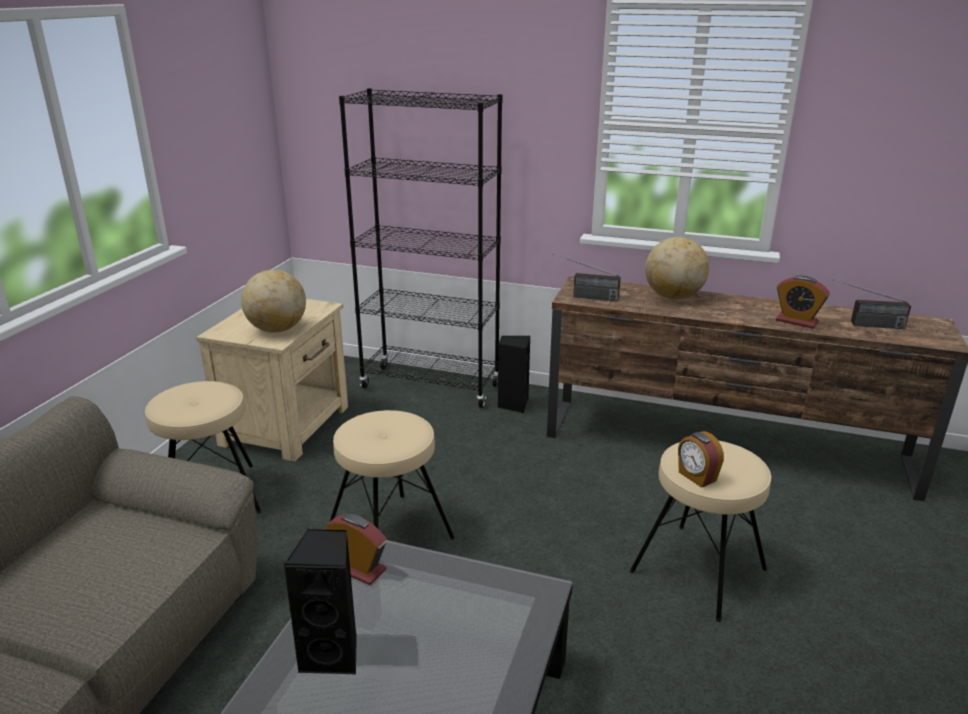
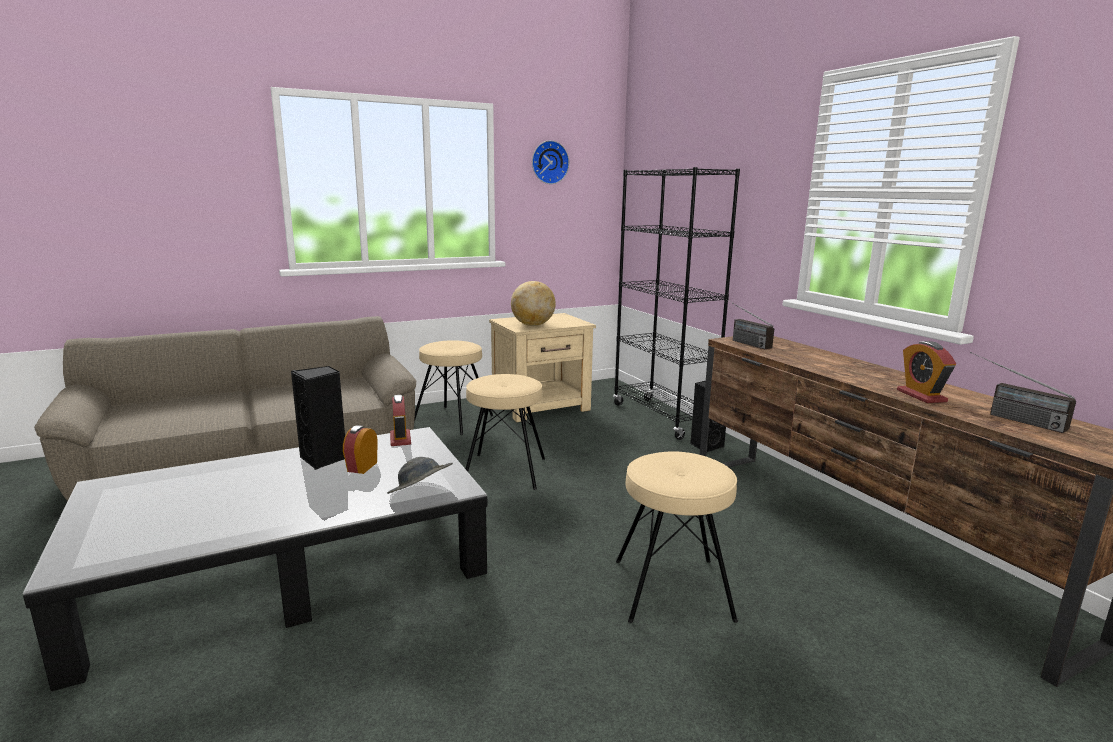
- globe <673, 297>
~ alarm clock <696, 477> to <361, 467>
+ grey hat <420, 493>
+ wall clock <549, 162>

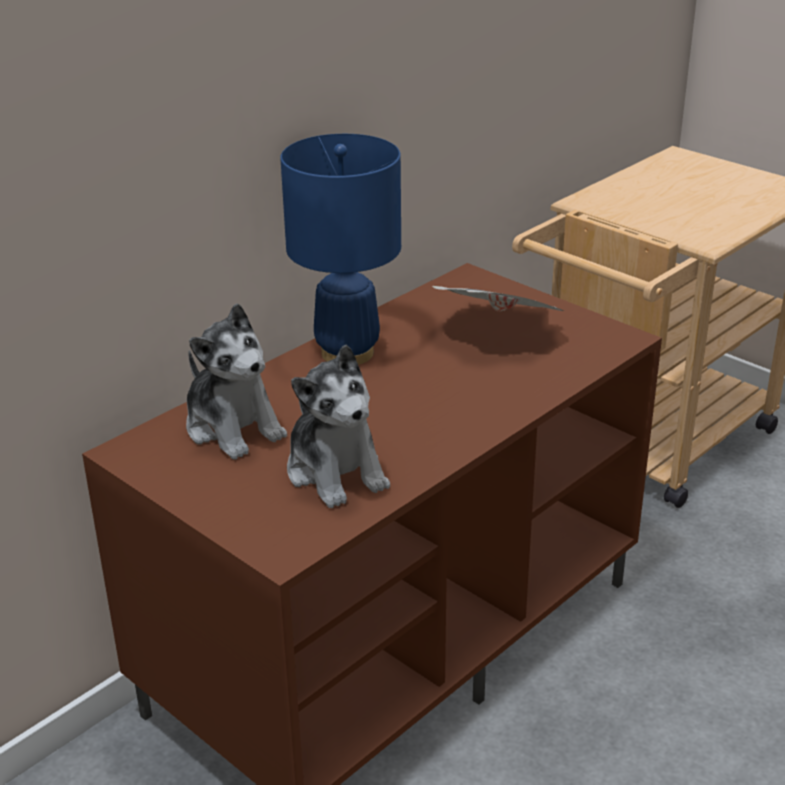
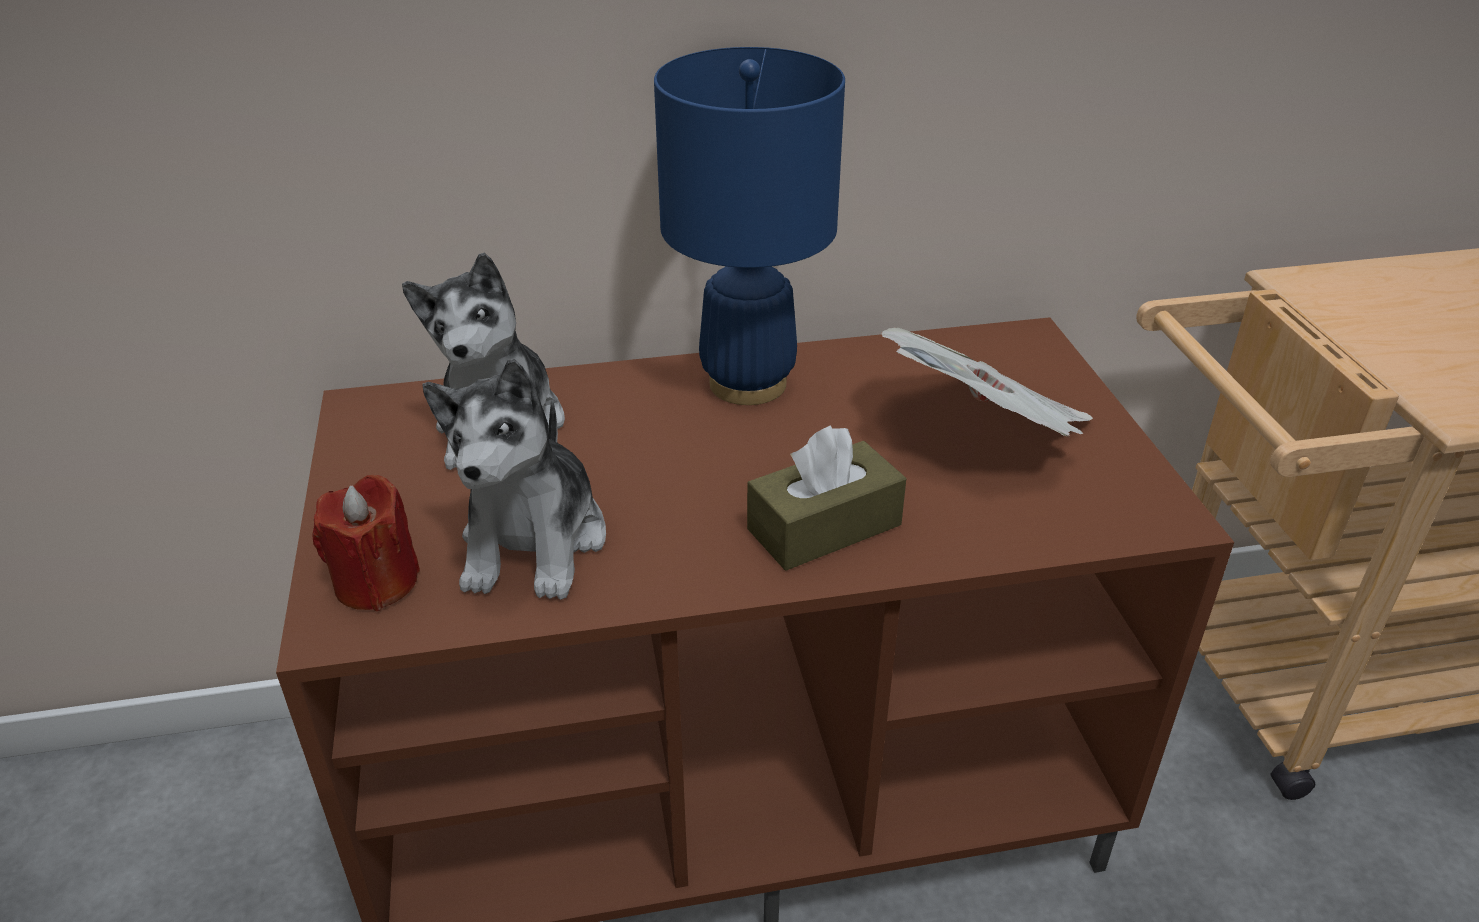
+ red candle <376, 582>
+ brown tissue box <824, 527>

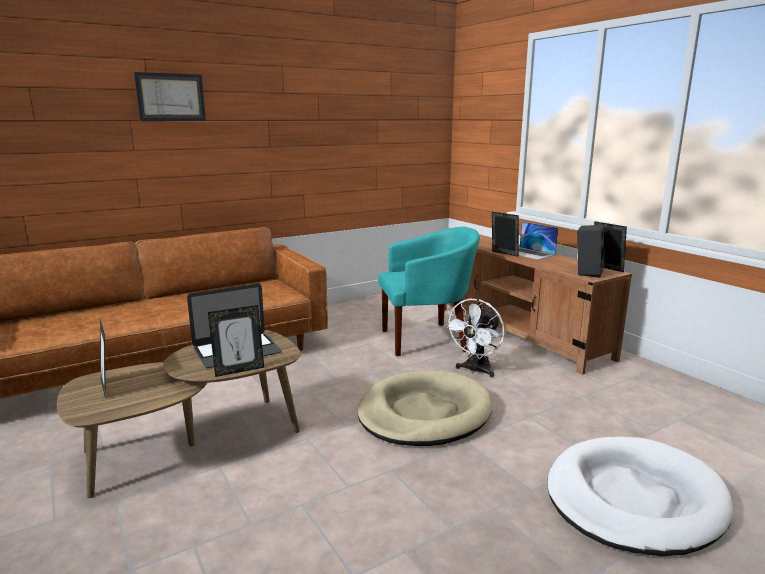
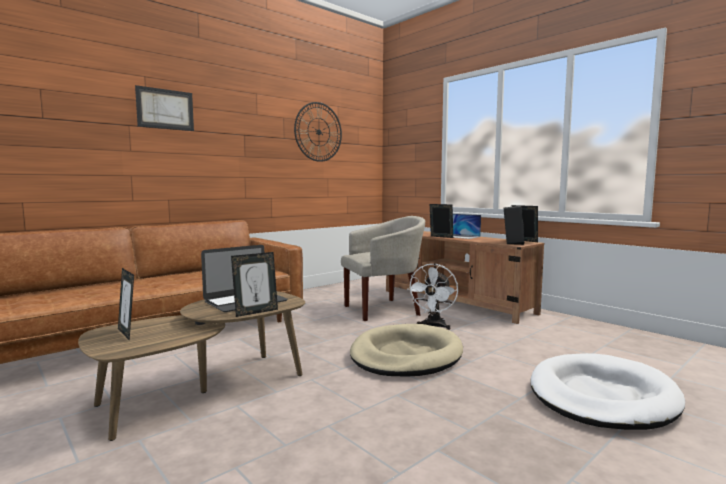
~ turquoise armchair <426, 339> to beige armchair <384, 310>
+ wall clock <318, 132>

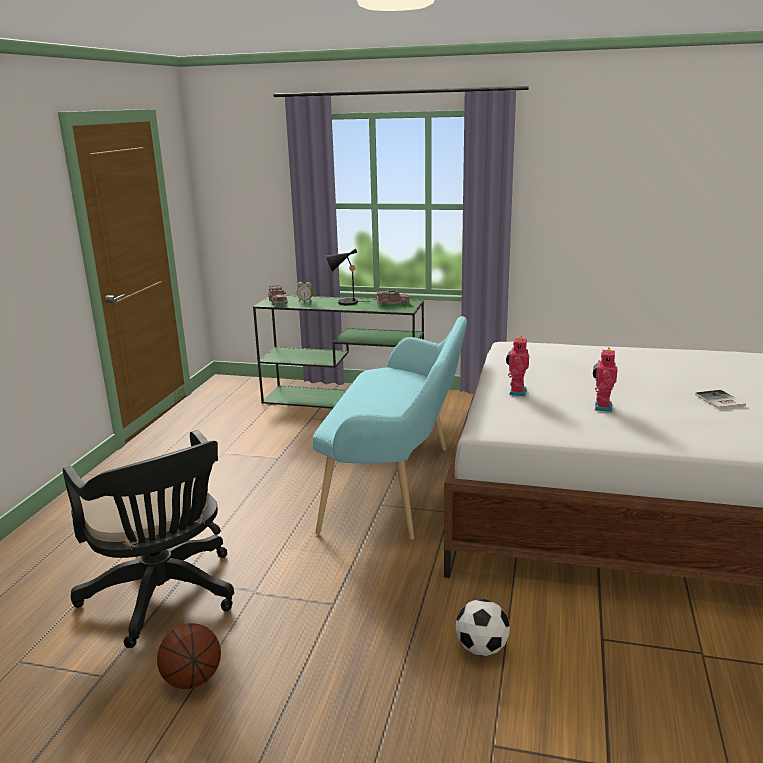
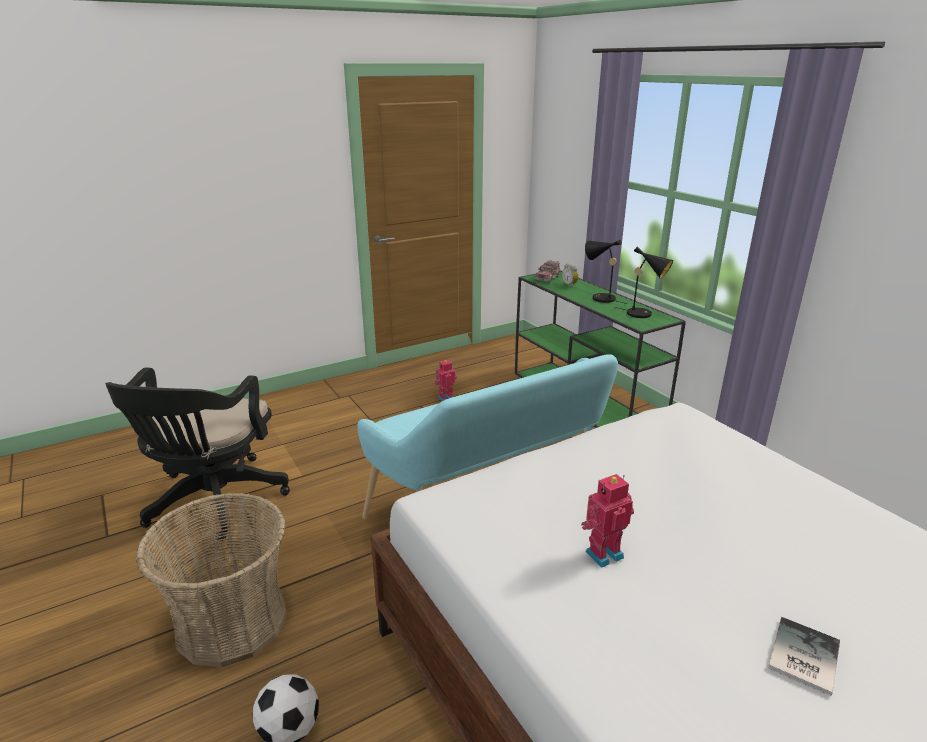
- basketball <192, 679>
~ toy truck <392, 304> to black table lamp <643, 314>
~ toy robot <516, 392> to <445, 398>
+ basket <232, 622>

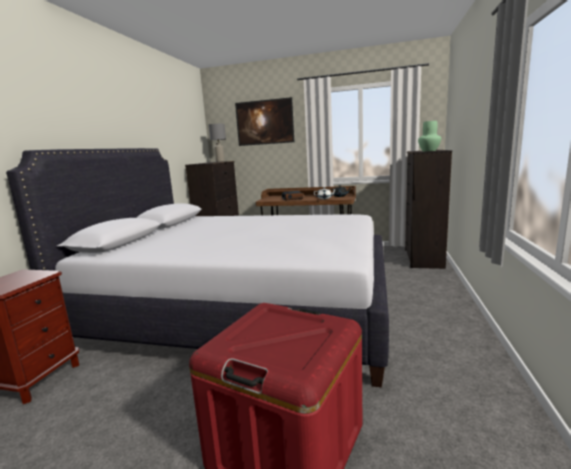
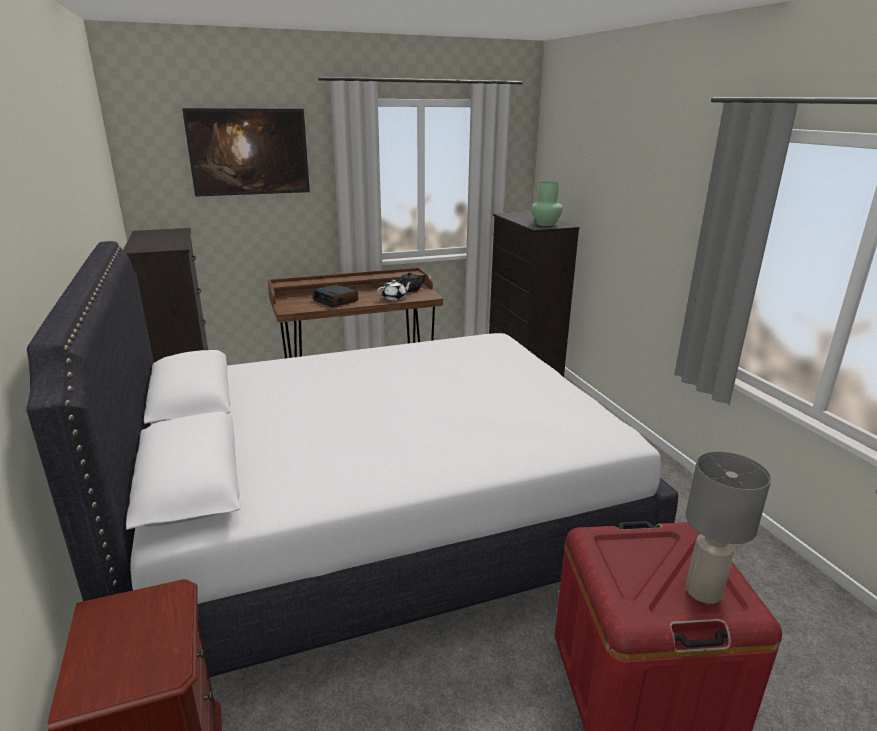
~ grey table lamp <220, 161> to <703, 592>

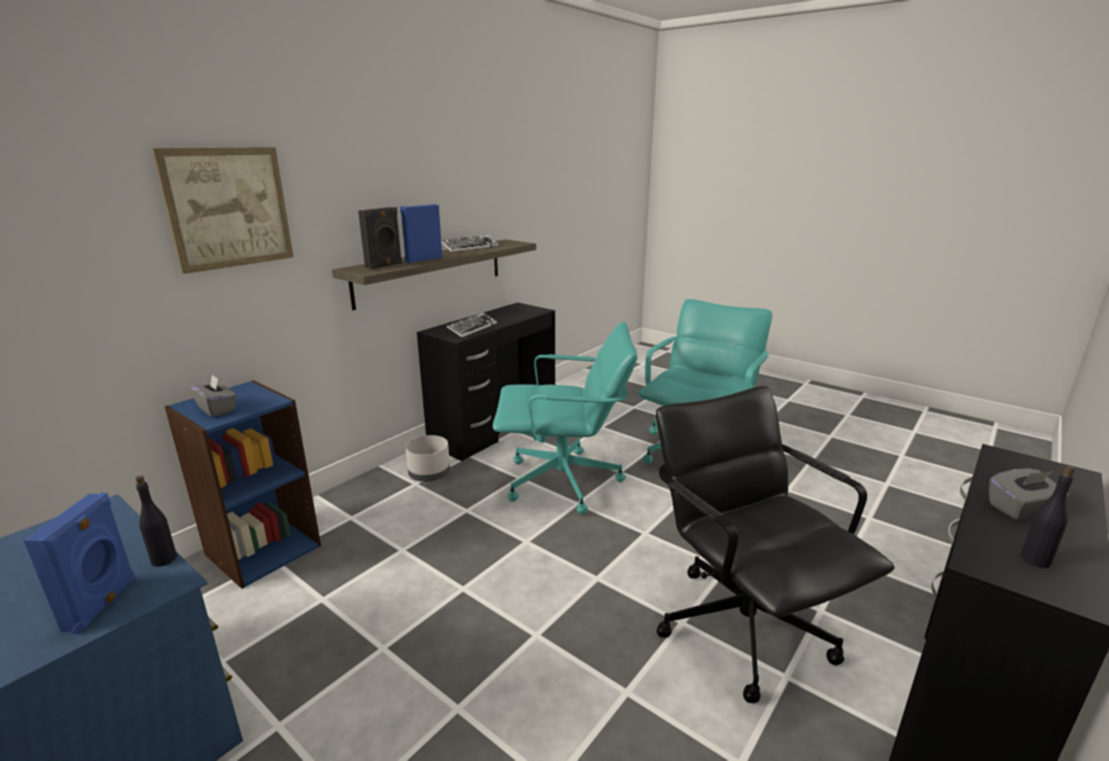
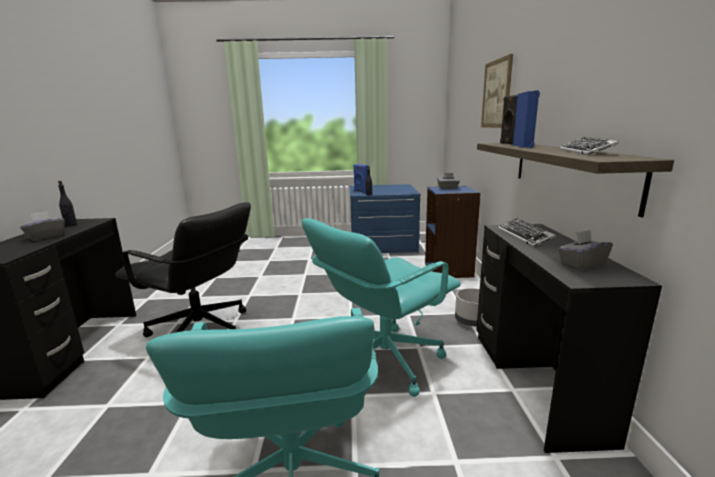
+ grey tissue box <581, 264>

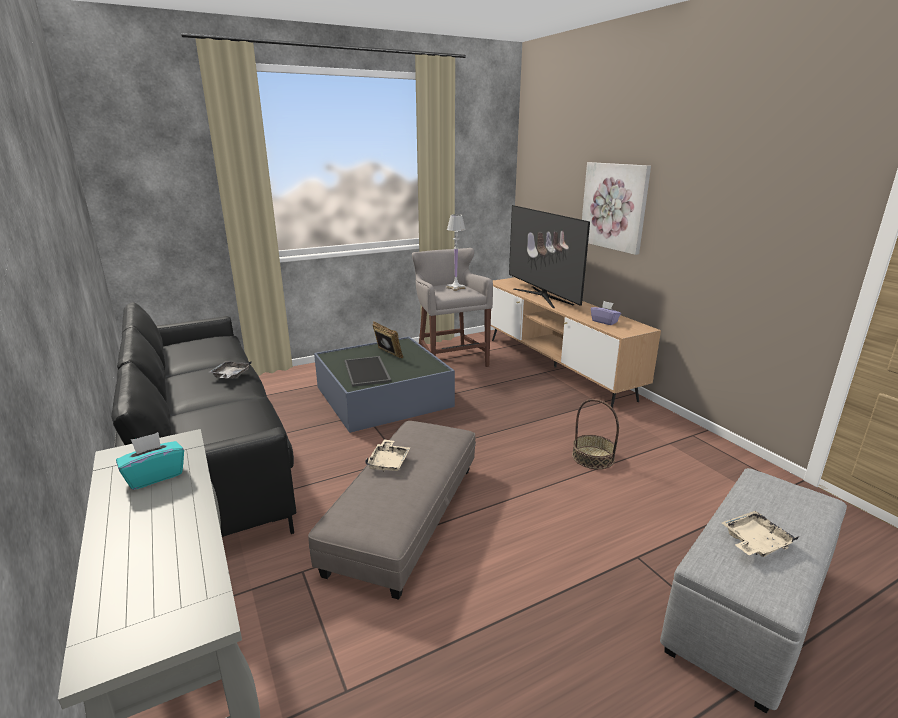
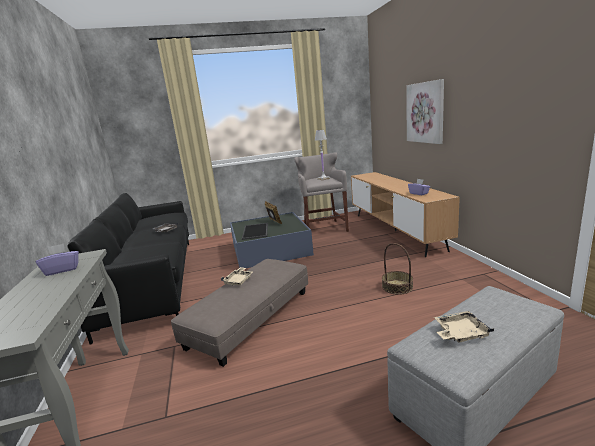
~ turquoise tissue box <155, 476> to purple tissue box <62, 270>
- television <542, 296>

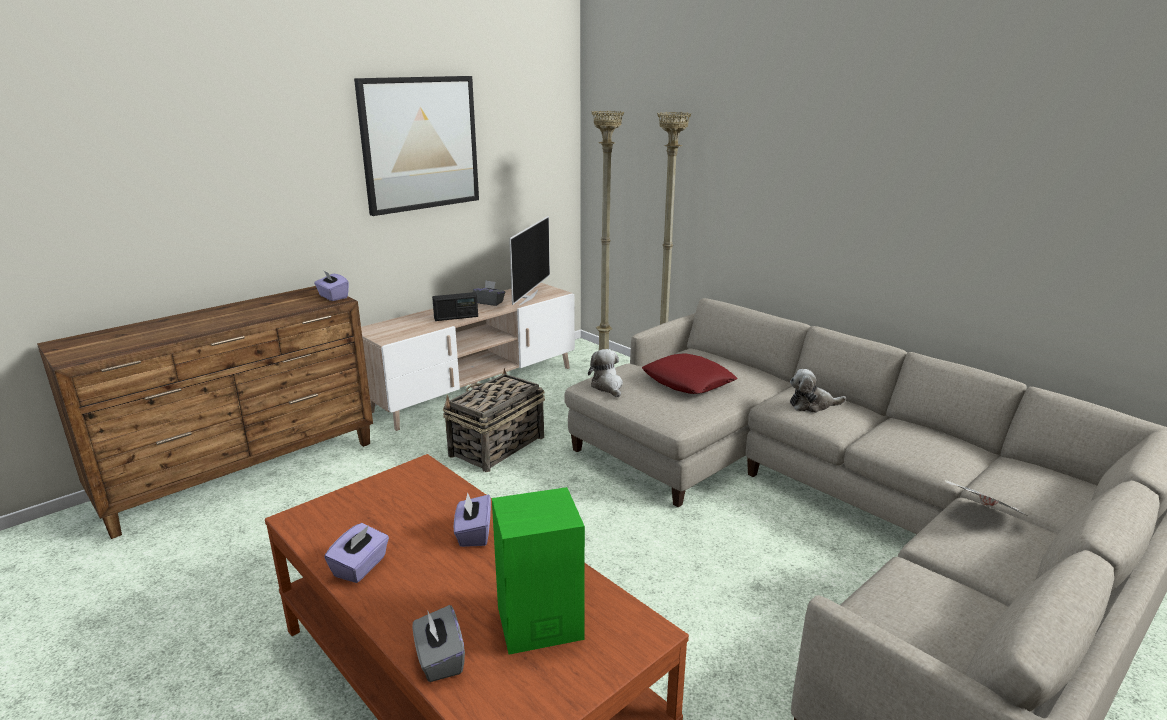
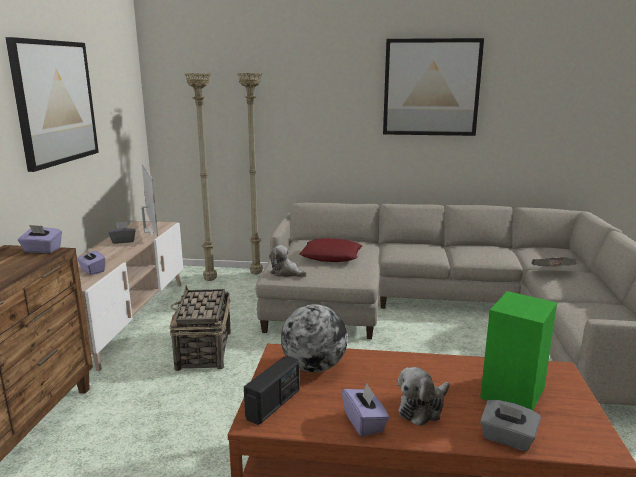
~ radio <456, 317> to <274, 404>
~ purple tissue box <473, 534> to <92, 270>
~ plush toy <812, 405> to <423, 408>
+ globe <314, 367>
+ picture <431, 87>

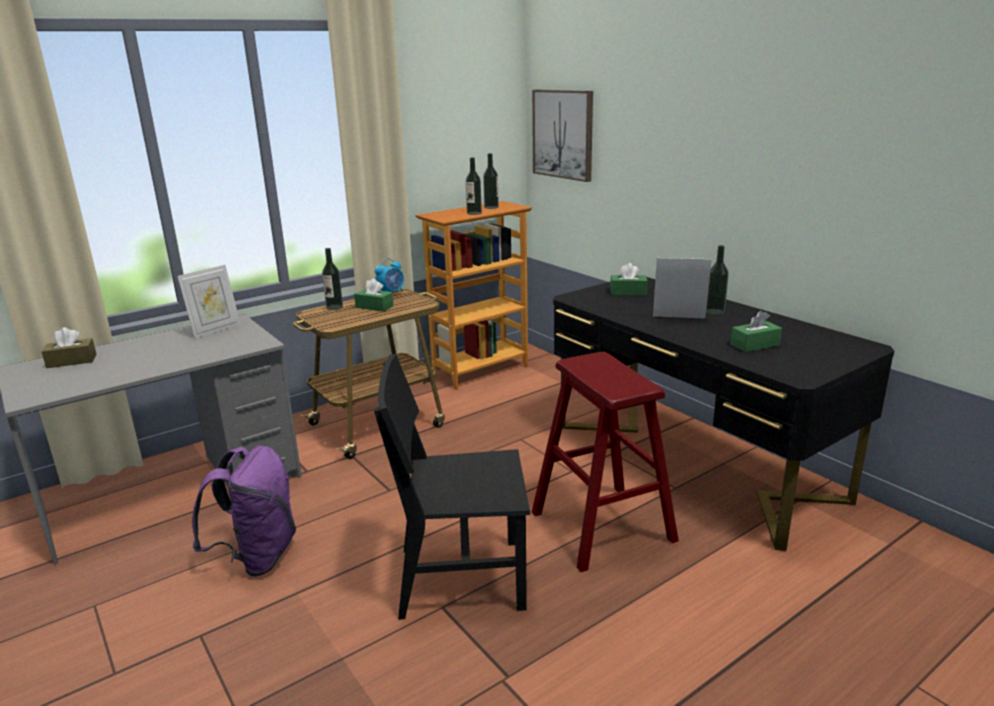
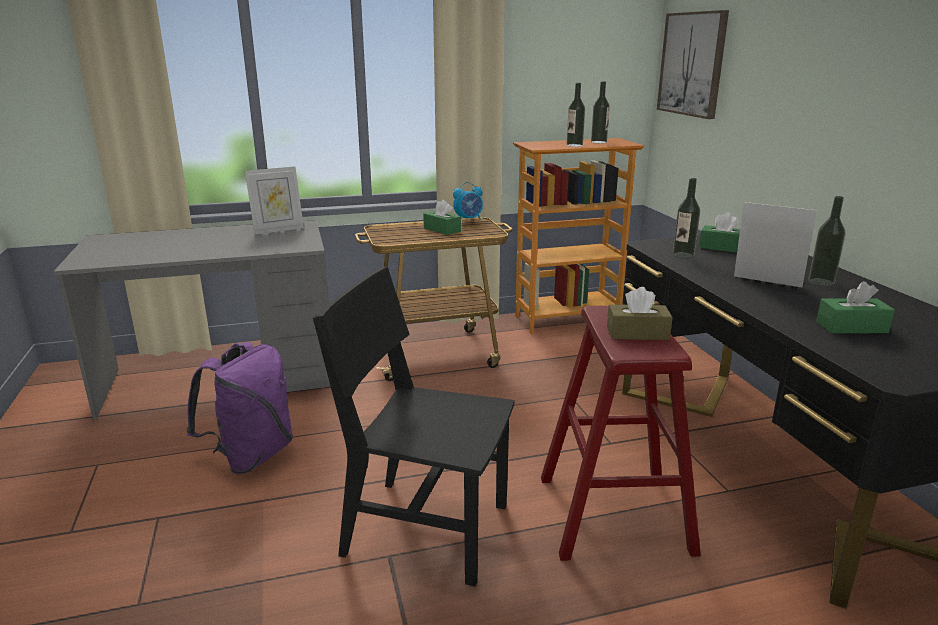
~ brown tissue box <72, 361> to <637, 333>
~ bottle <334, 307> to <683, 255>

